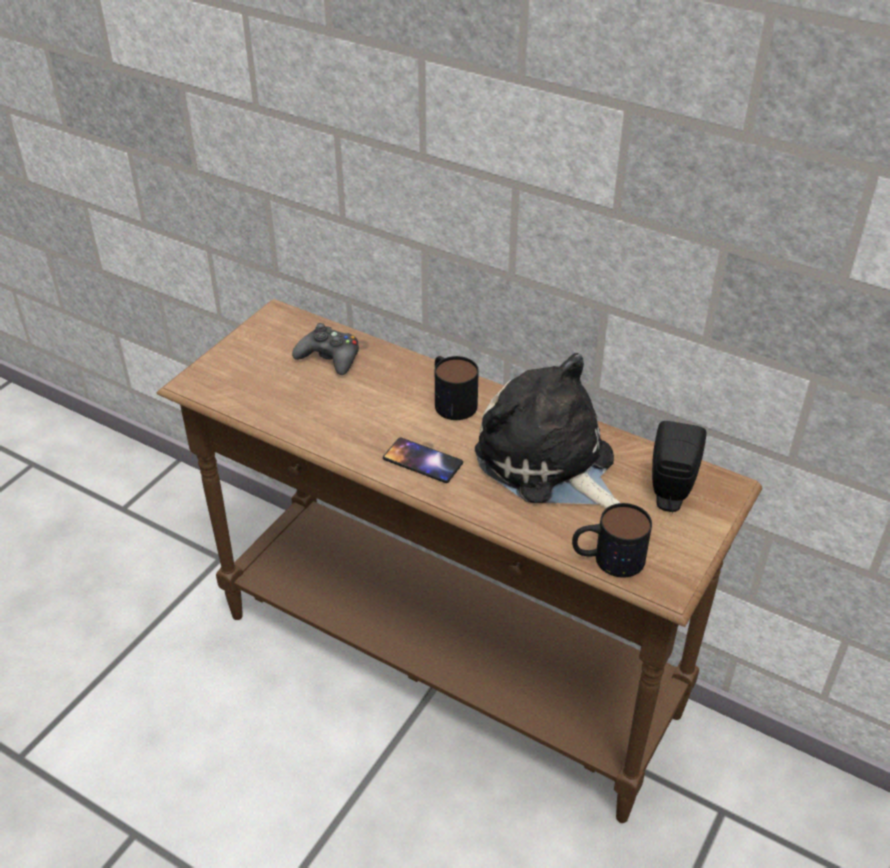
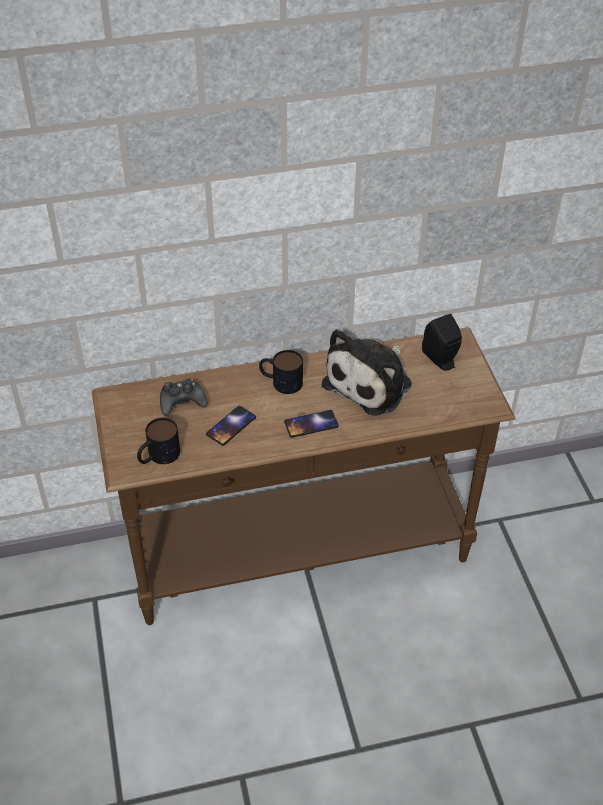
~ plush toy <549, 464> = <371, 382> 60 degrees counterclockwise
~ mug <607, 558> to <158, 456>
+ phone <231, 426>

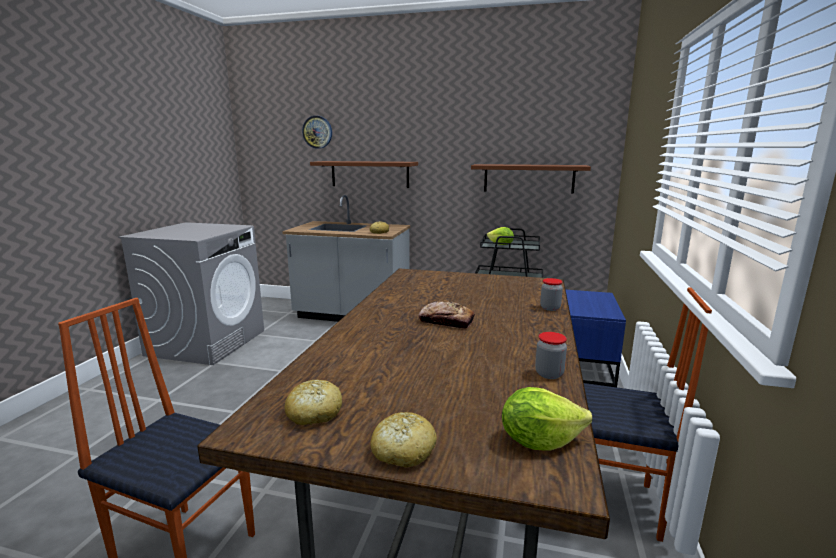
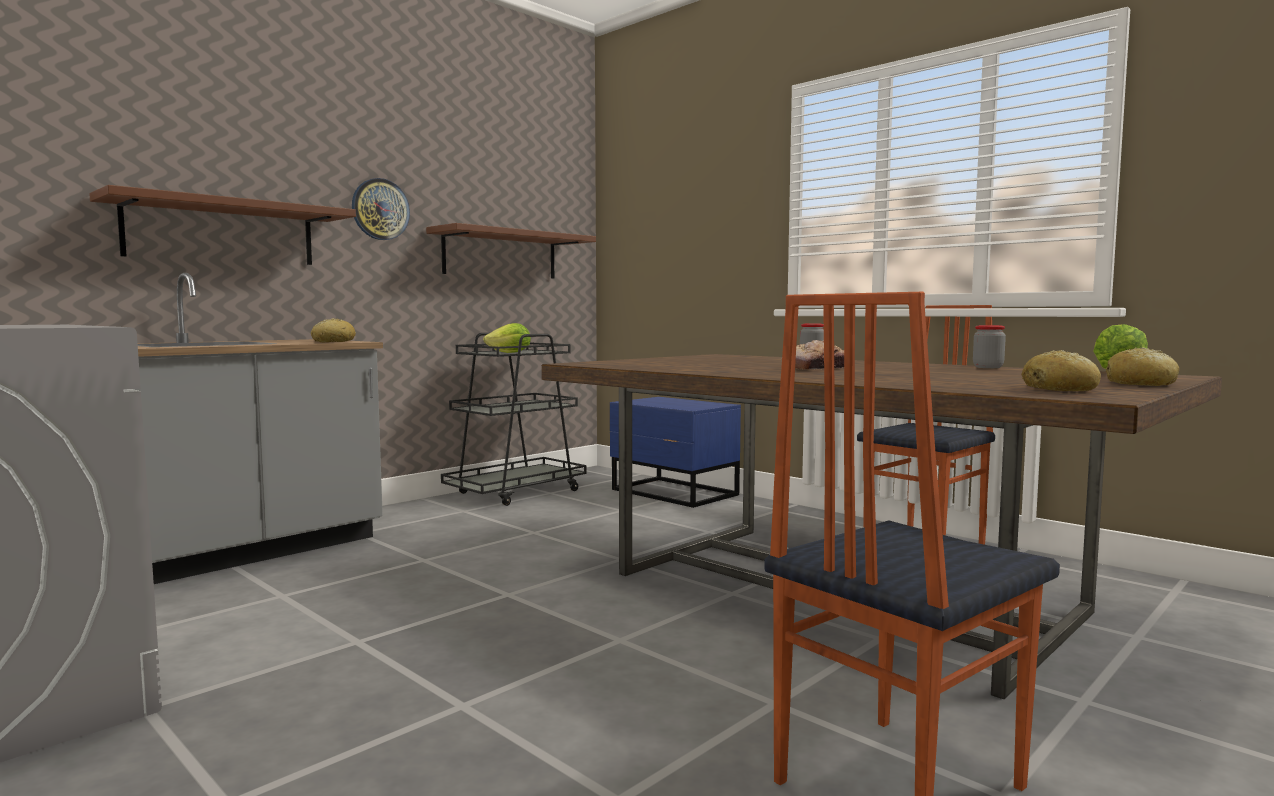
~ wall clock <317, 132> to <380, 209>

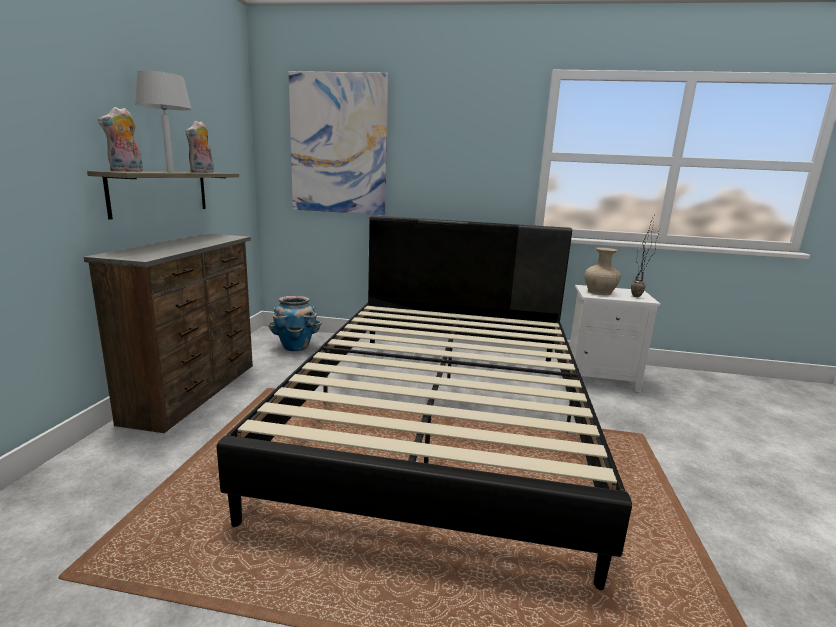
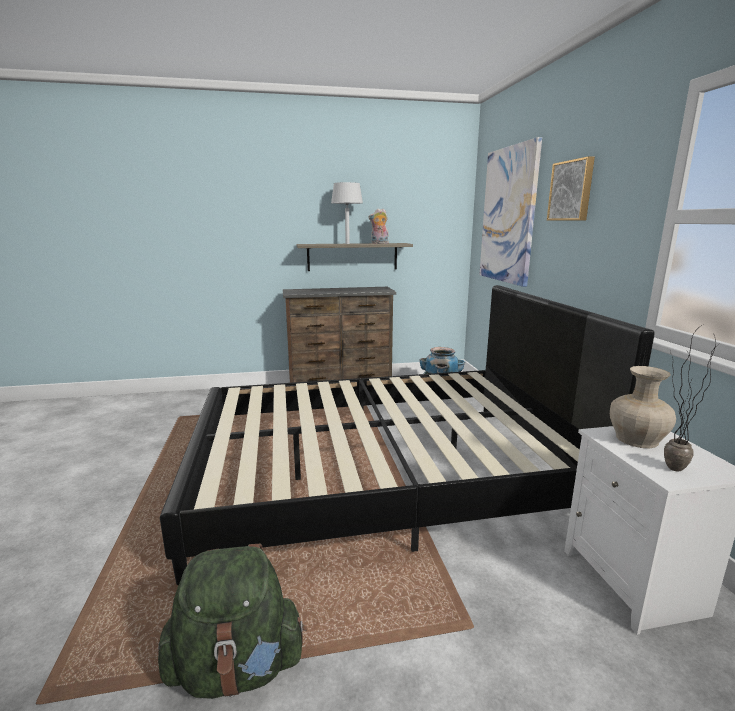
- plush toy <126, 171>
+ green backpack <237, 668>
+ picture <572, 191>

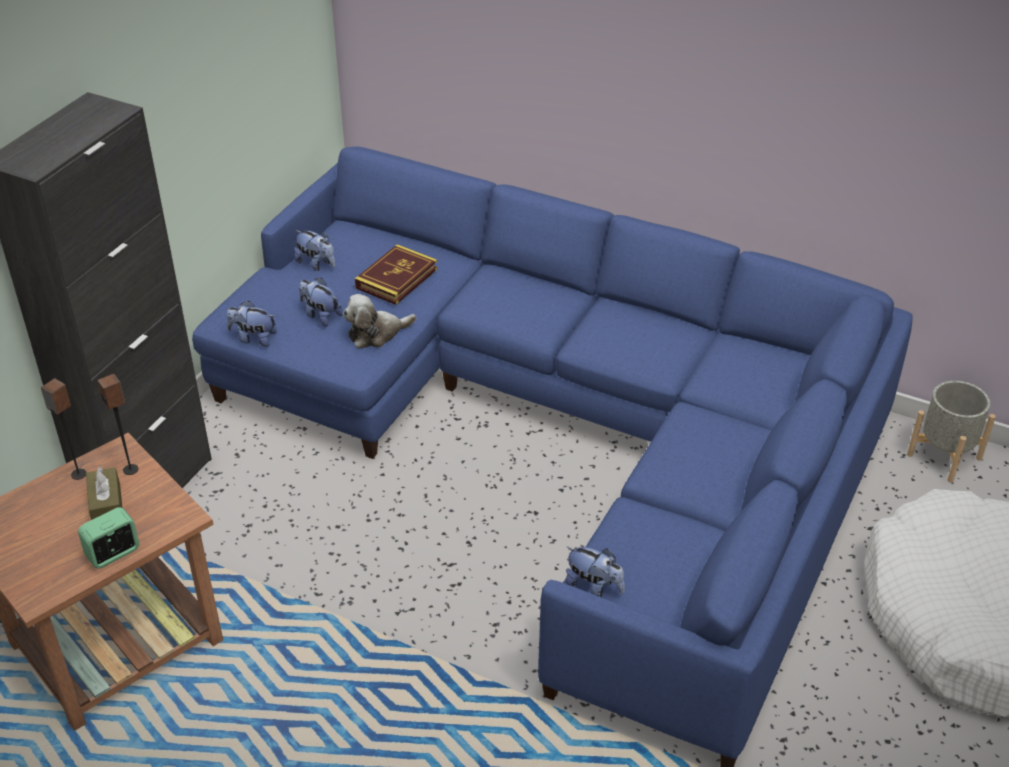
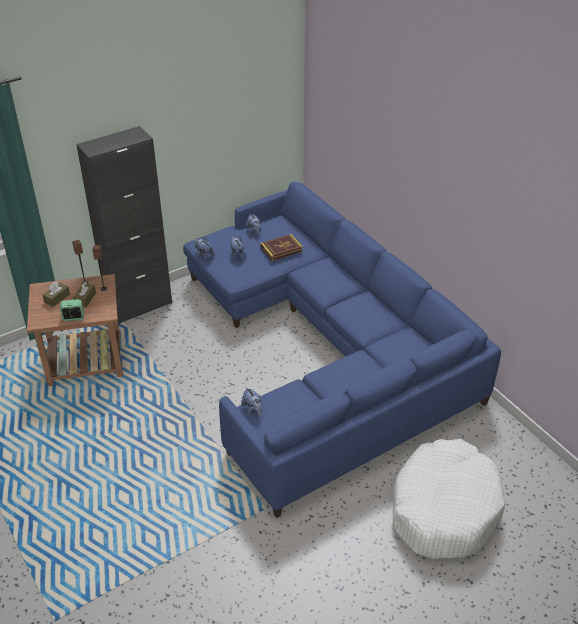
- plush toy <376, 334>
- grey planter <944, 456>
+ brown tissue box <57, 298>

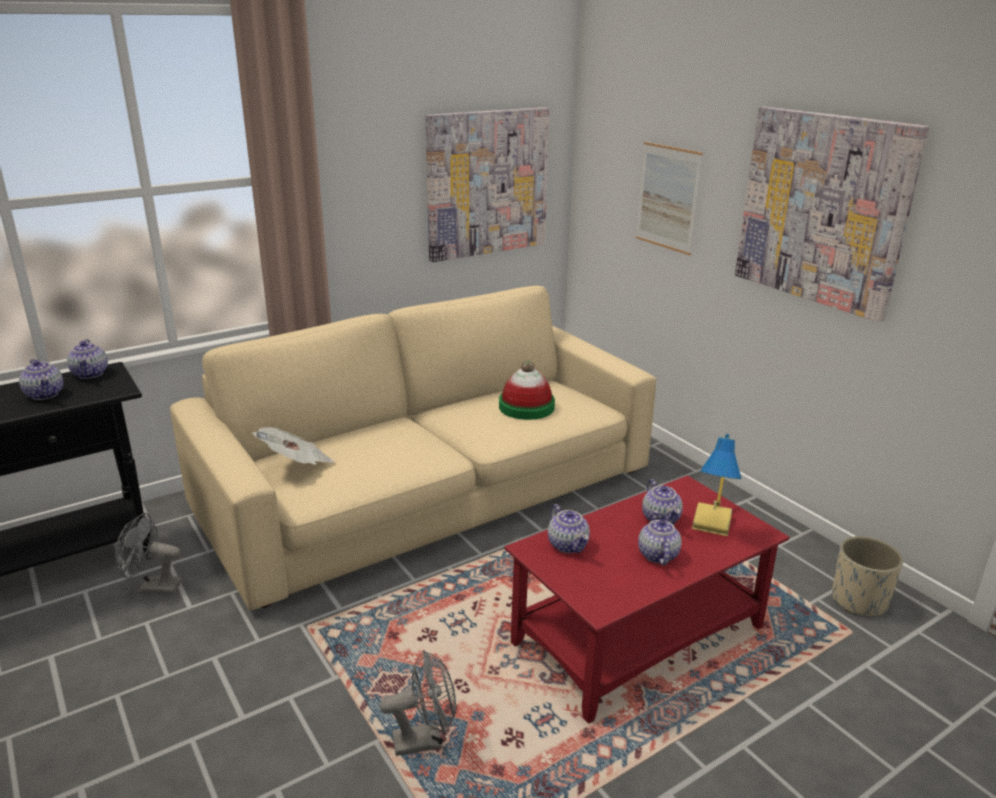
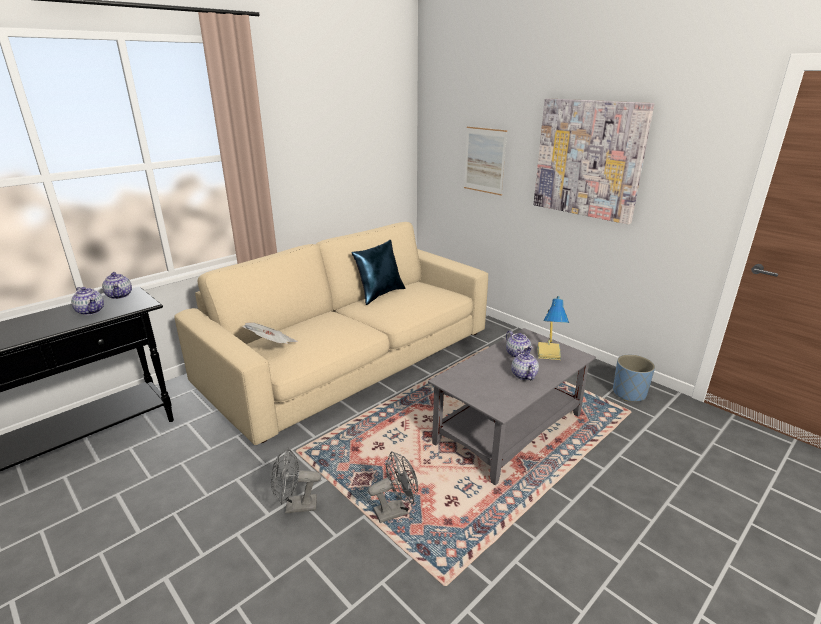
~ grey fan <153, 587> to <295, 506>
- picture <487, 183>
- hat <526, 407>
~ red coffee table <639, 634> to grey coffee table <509, 428>
- teapot <568, 545>
~ beige planter <859, 601> to blue planter <629, 393>
+ blue pillow <380, 294>

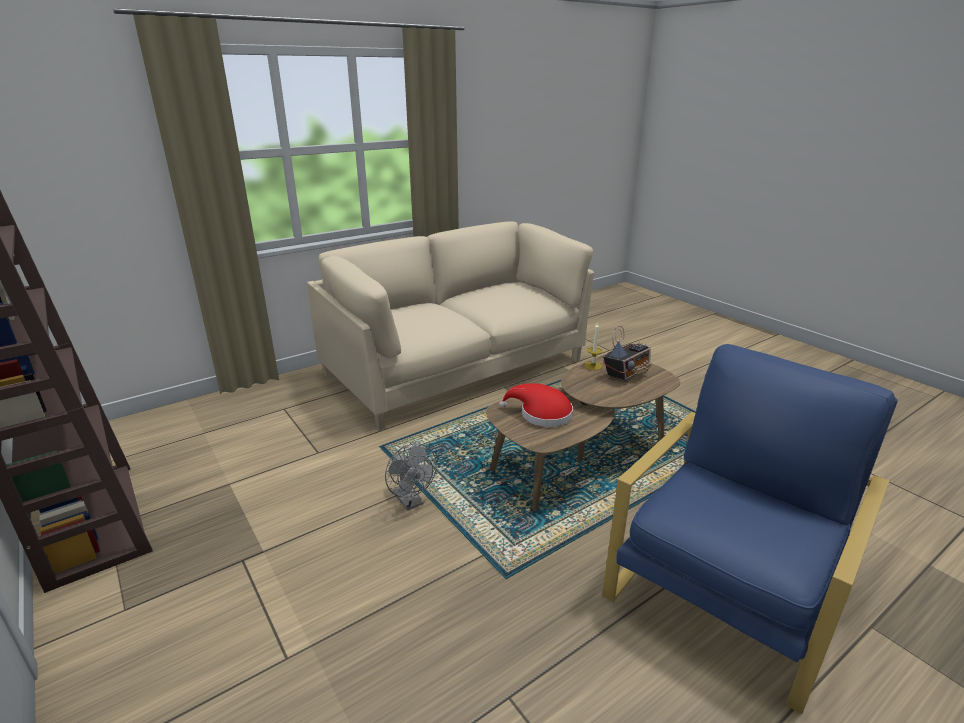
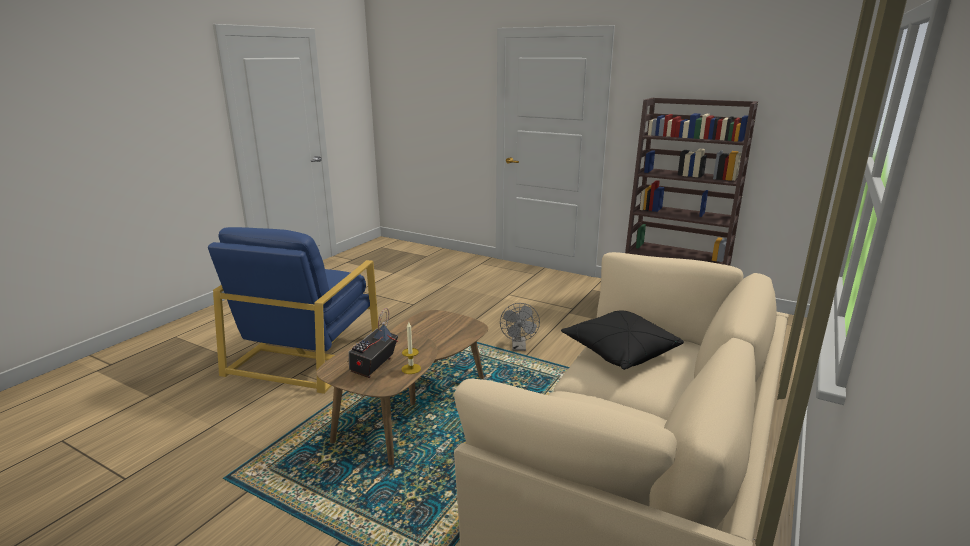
~ grey fan <411, 502> = <519, 347> 120 degrees counterclockwise
- red hat <541, 414>
+ black pillow <619, 351>

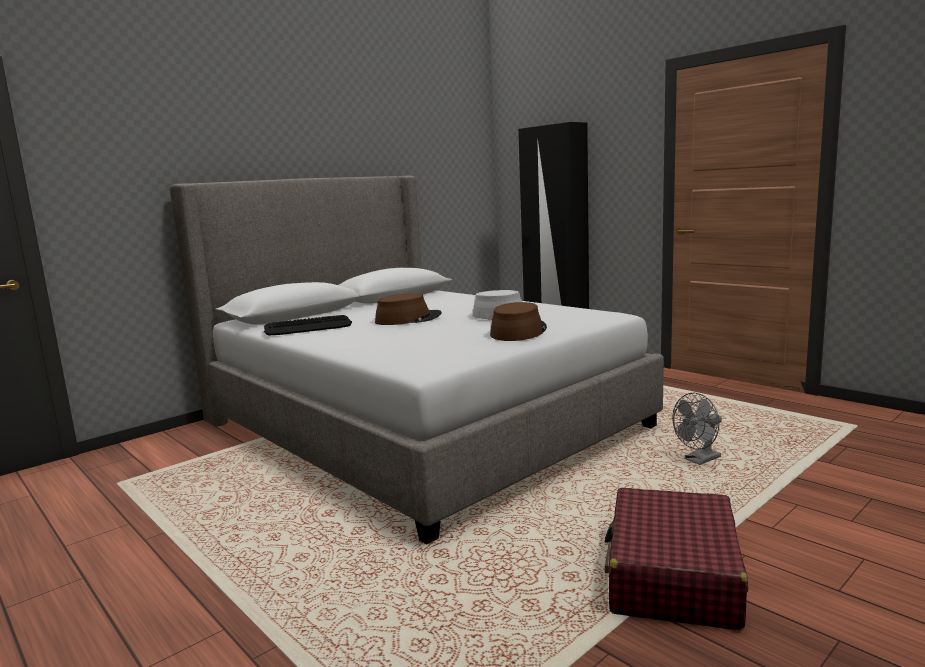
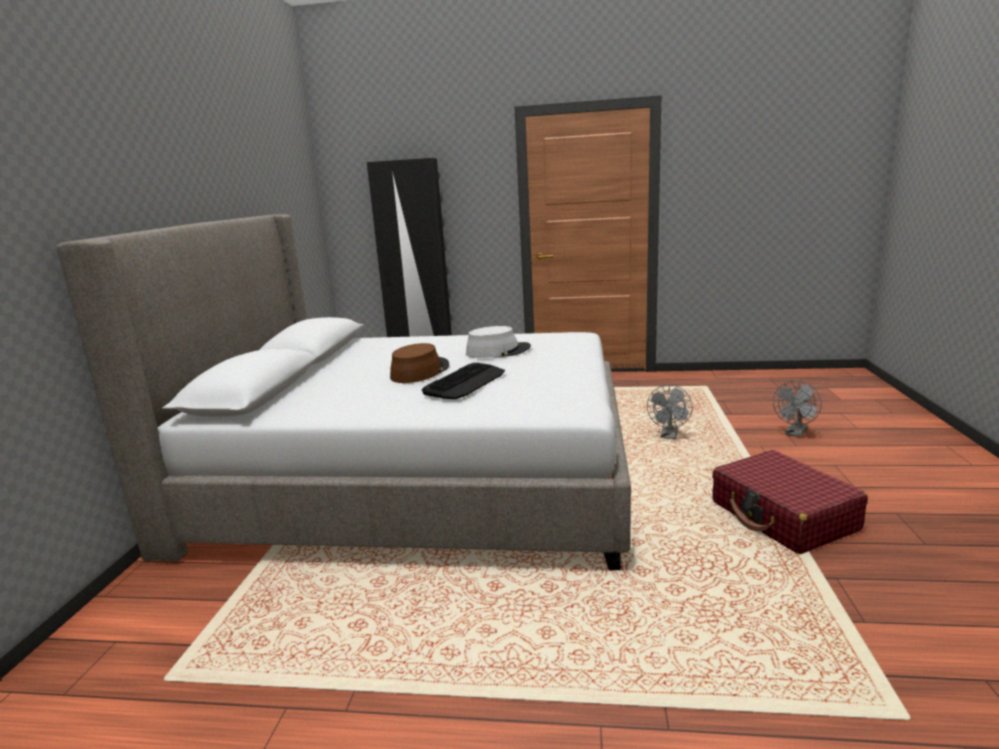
~ keyboard <308, 327> to <465, 382>
- brown hat <518, 332>
+ grey fan <795, 433>

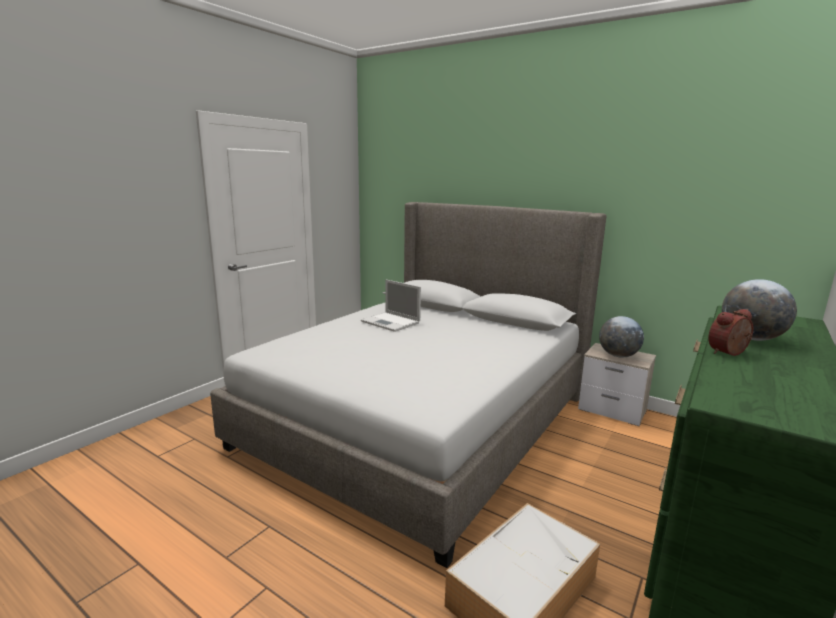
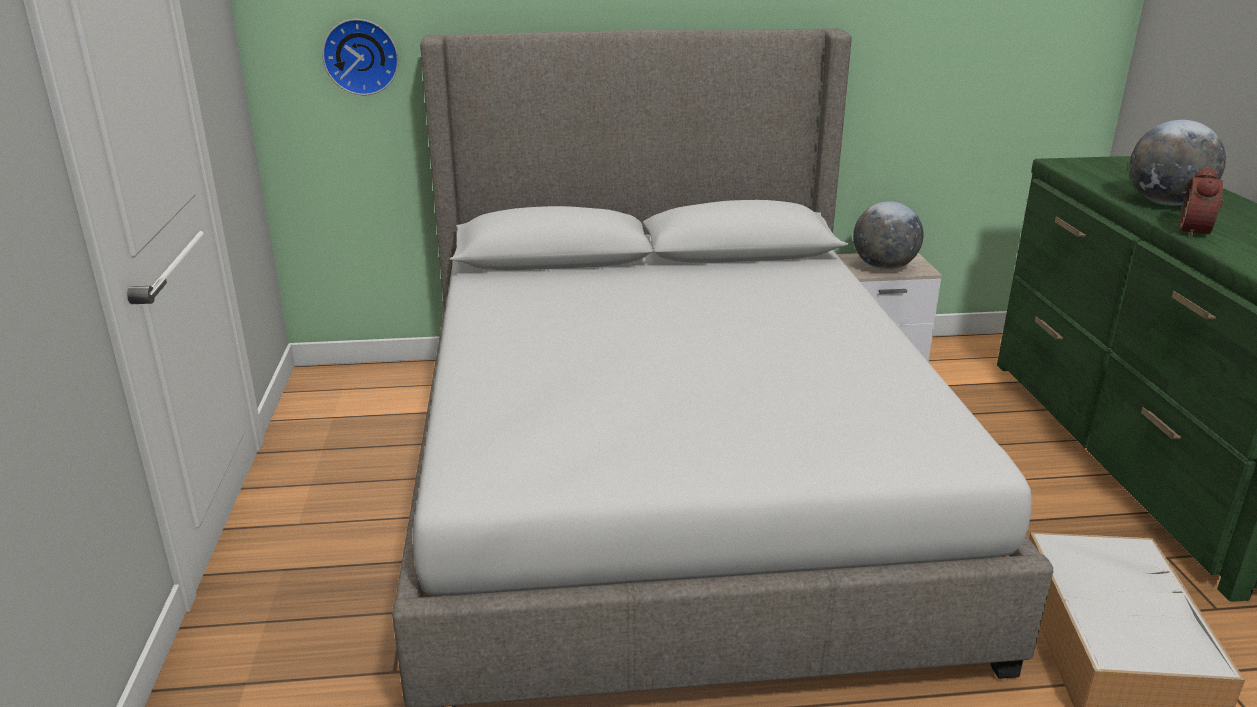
- laptop <391, 322>
+ wall clock <361, 56>

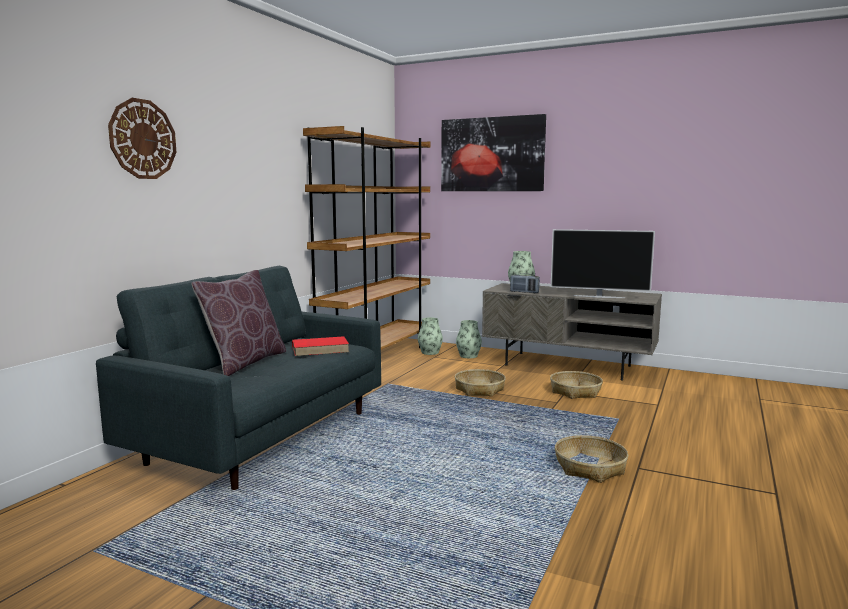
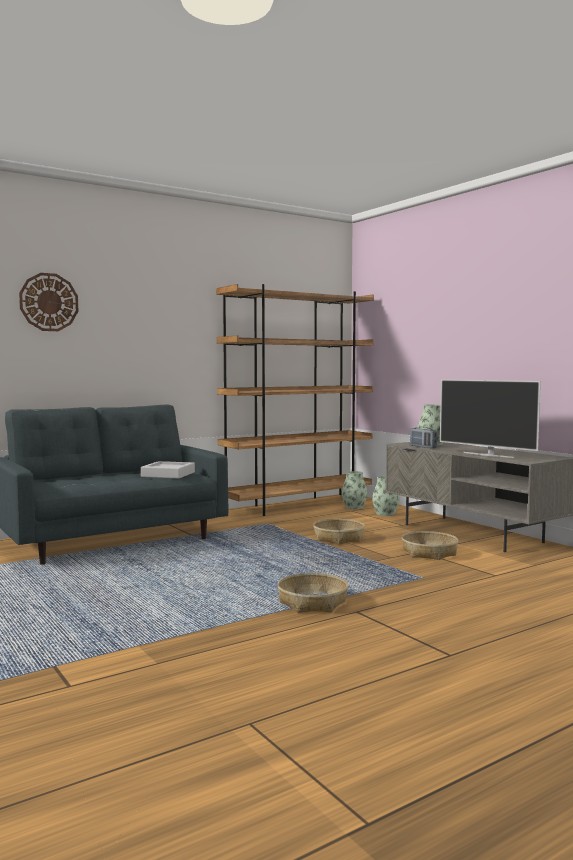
- brown pillow <245, 362>
~ red book <321, 349> to grey tray <168, 474>
- picture <492, 154>

